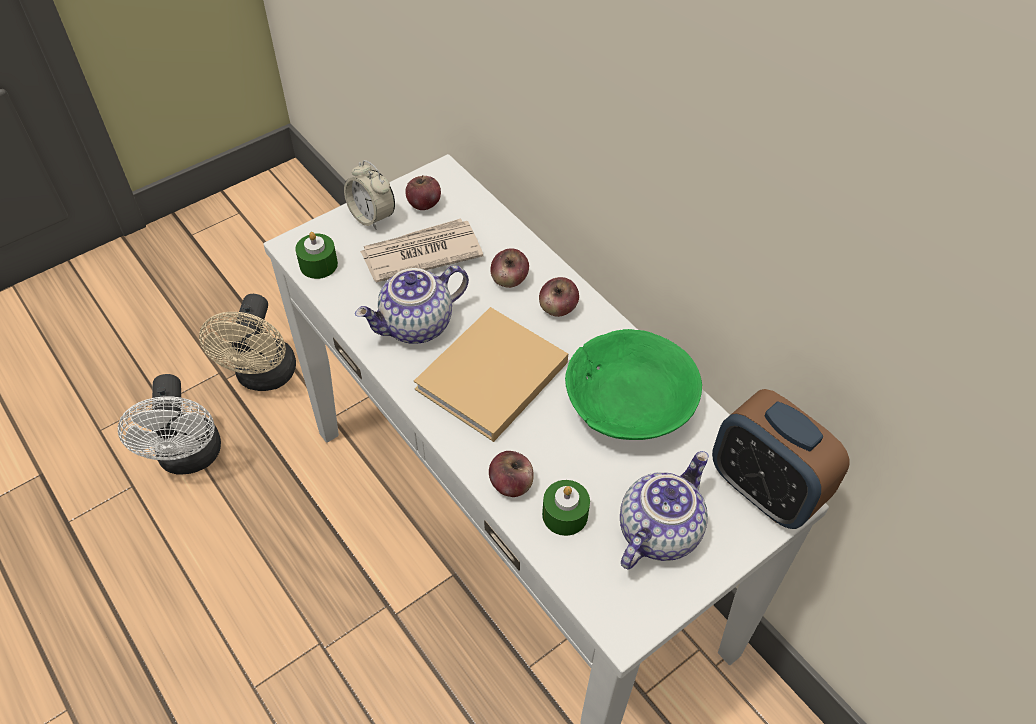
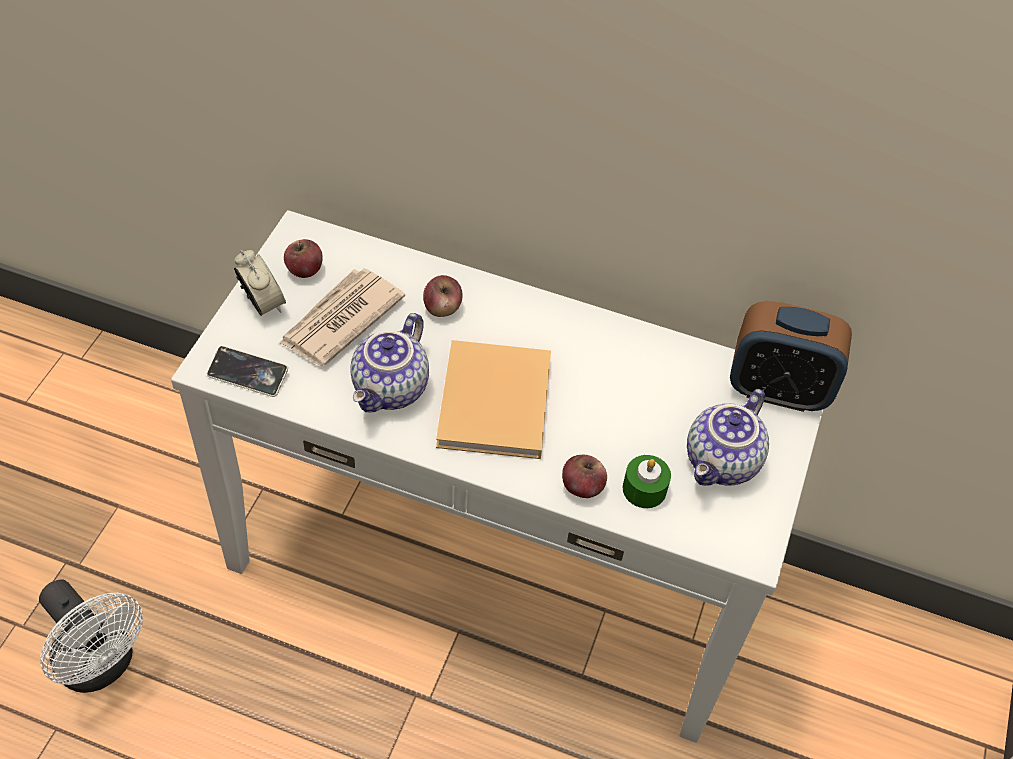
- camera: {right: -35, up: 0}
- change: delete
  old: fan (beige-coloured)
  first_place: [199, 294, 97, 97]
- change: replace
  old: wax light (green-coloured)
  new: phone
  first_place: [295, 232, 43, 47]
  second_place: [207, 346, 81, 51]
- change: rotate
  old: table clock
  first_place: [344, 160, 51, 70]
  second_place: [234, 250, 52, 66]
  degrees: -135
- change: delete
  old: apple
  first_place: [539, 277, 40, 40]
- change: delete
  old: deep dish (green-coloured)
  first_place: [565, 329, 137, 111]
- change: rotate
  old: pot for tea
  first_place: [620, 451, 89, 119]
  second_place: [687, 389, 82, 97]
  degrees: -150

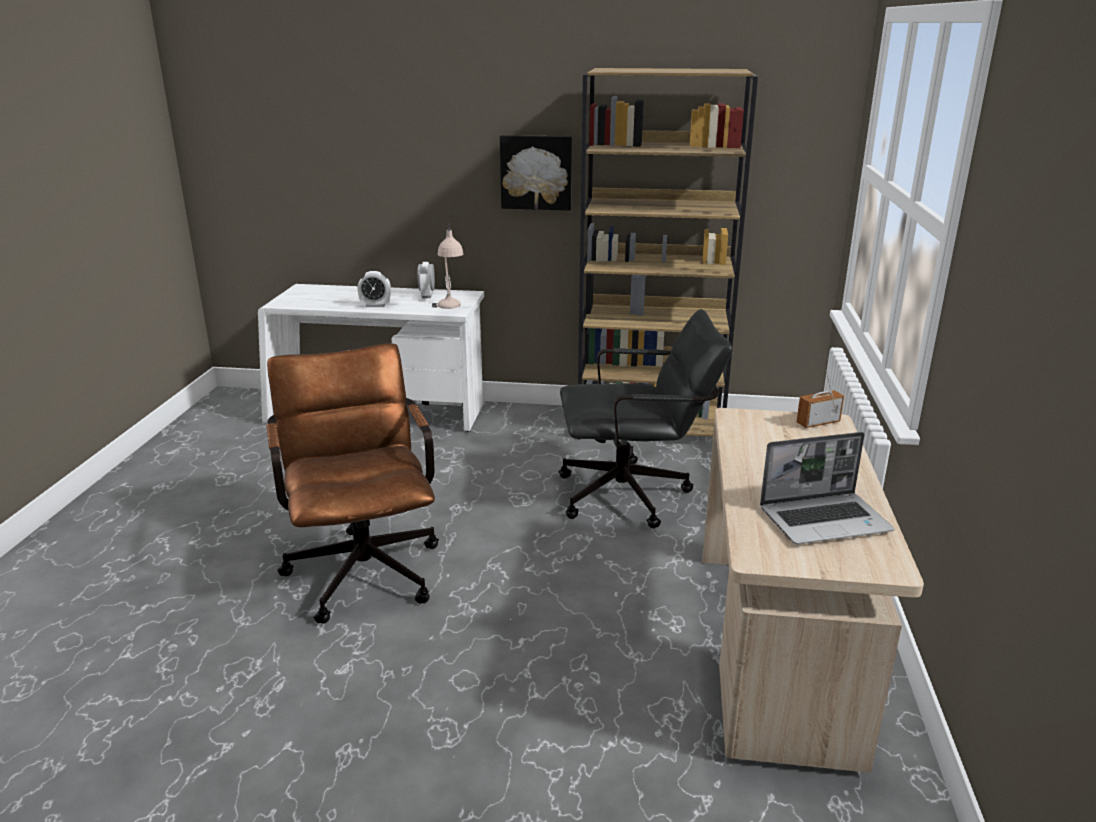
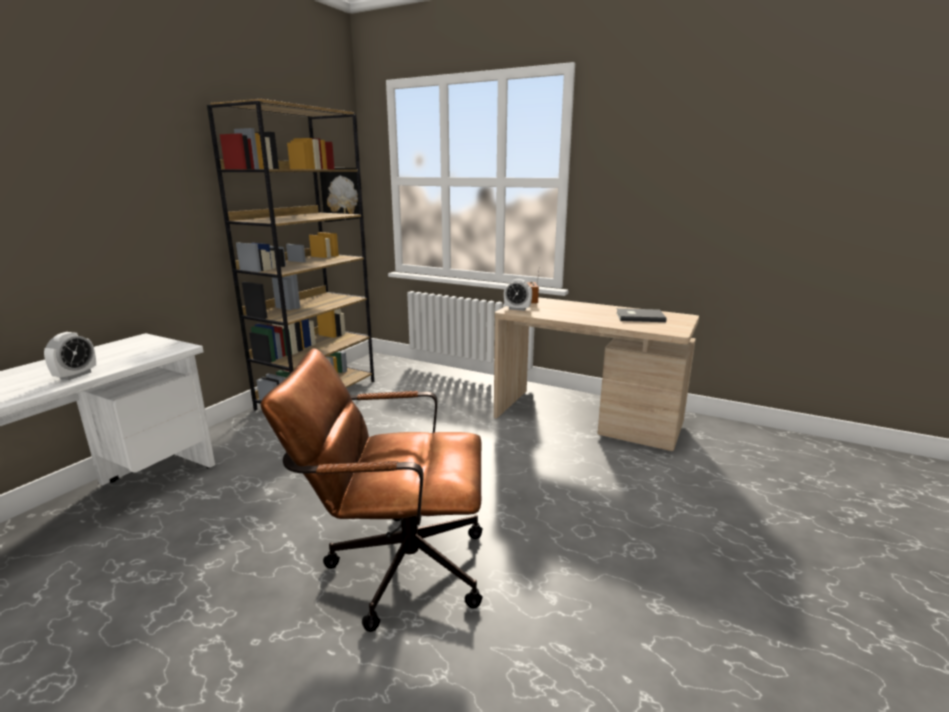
- camera: {right: -70, up: -5}
- change: move
  old: table clock
  first_place: [417, 262, 18, 36]
  second_place: [504, 279, 28, 32]
- change: delete
  old: lamp for a table (beige-coloured)
  first_place: [432, 224, 32, 85]
- change: move
  old: wall picture
  first_place: [500, 135, 72, 75]
  second_place: [320, 168, 40, 54]
- change: delete
  old: desk chair (black)
  first_place: [558, 309, 175, 219]
- change: replace
  old: portable computer
  new: bound book (gray)
  first_place: [760, 432, 134, 112]
  second_place: [616, 308, 51, 14]

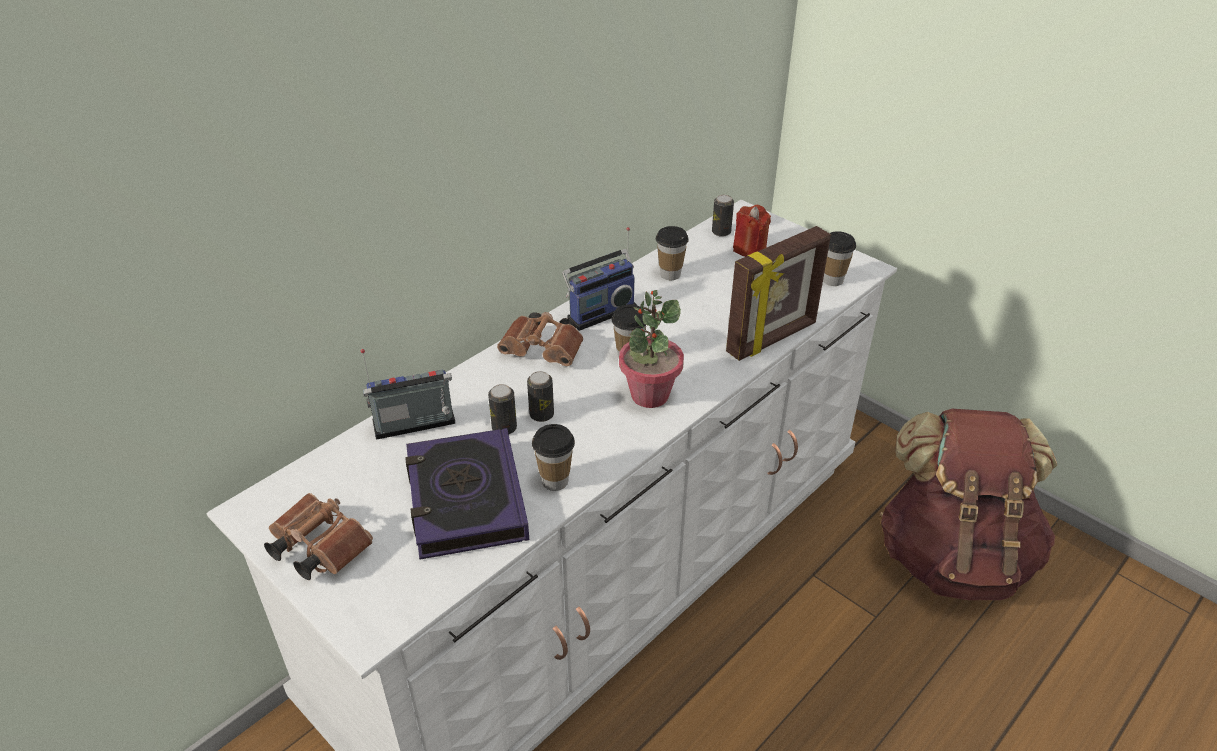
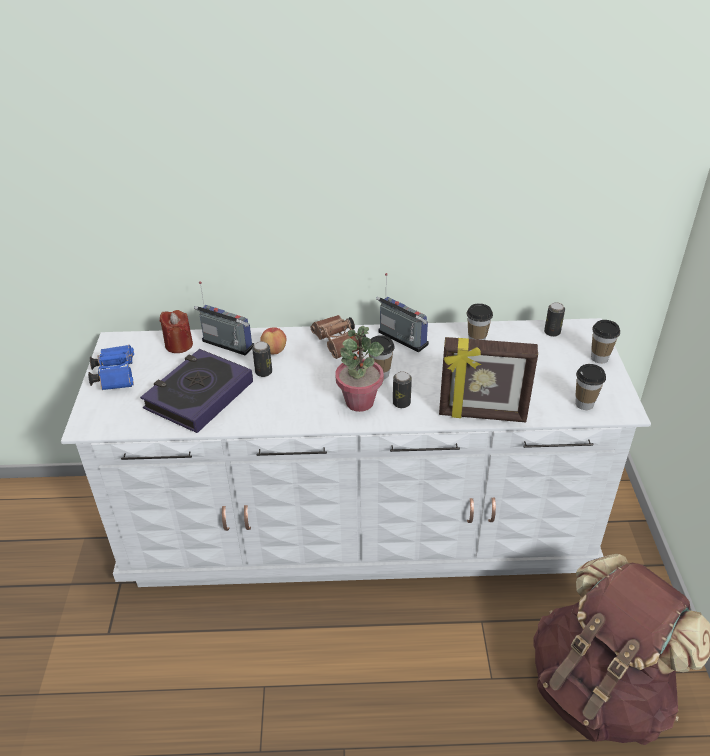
- camera: {right: 45, up: 0}
- change: recolor
  old: pair of binoculars (brown-coloured)
  new: pair of binoculars (blue-coloured)
  first_place: [264, 493, 109, 87]
  second_place: [88, 345, 46, 45]
- change: move
  old: can
  first_place: [527, 371, 27, 51]
  second_place: [393, 371, 19, 37]
- change: move
  old: cup
  first_place: [532, 424, 43, 67]
  second_place: [591, 320, 29, 43]
- change: rotate
  old: radio
  first_place: [562, 227, 75, 104]
  second_place: [376, 273, 53, 80]
  degrees: -150
- change: move
  old: wax light (red)
  first_place: [733, 205, 38, 52]
  second_place: [160, 310, 33, 43]
- change: insert
  new: apple
  second_place: [260, 327, 27, 27]

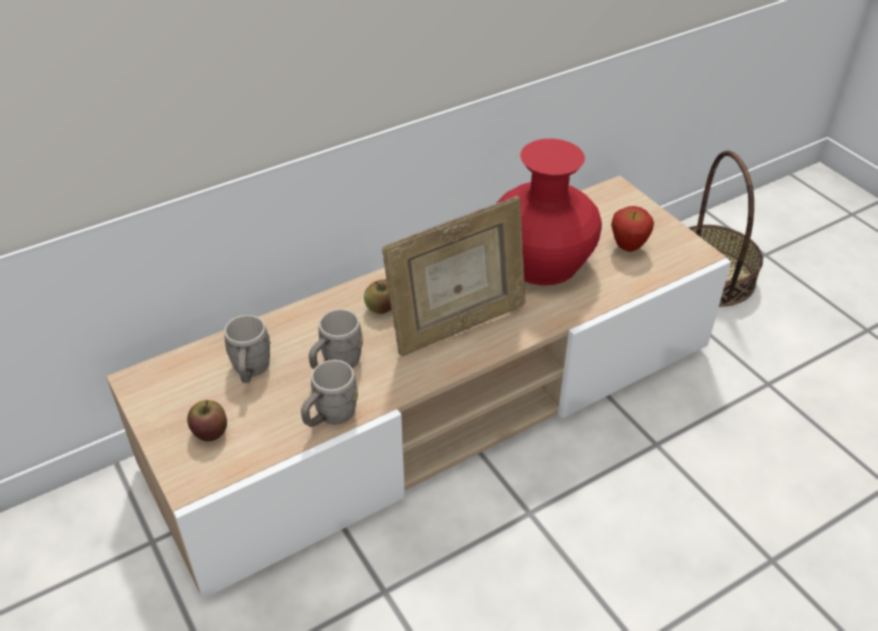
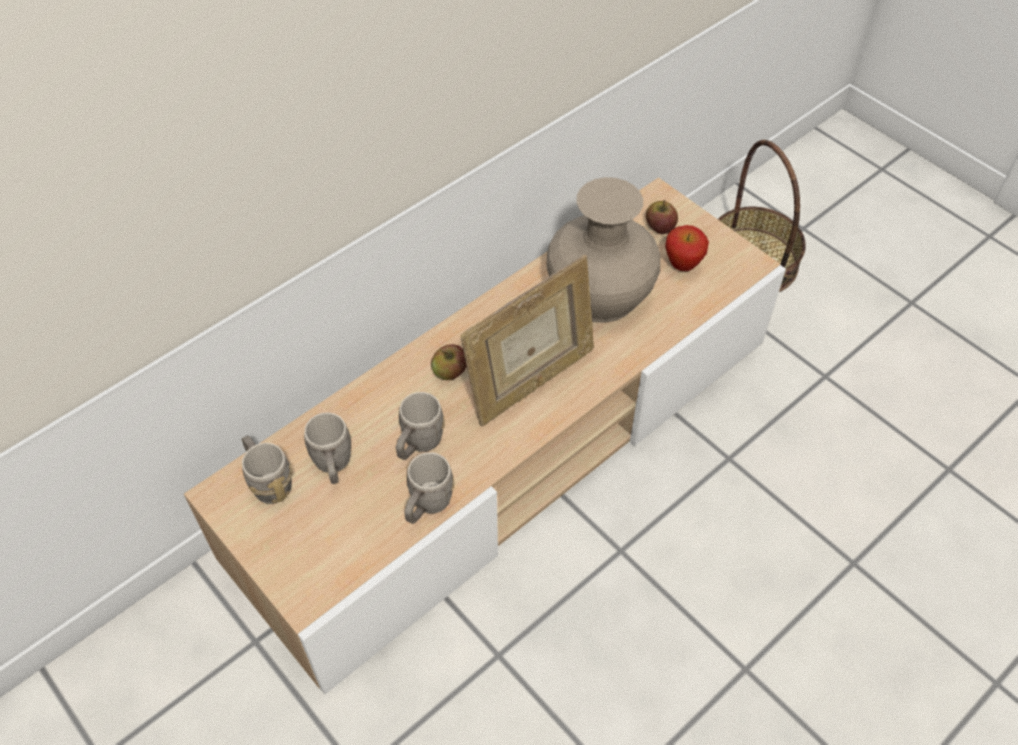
- camera: {right: -10, up: 10}
- change: move
  old: apple
  first_place: [187, 400, 40, 41]
  second_place: [646, 200, 32, 34]
- change: recolor
  old: vase (red)
  new: vase (beige-coloured)
  first_place: [496, 139, 106, 146]
  second_place: [546, 177, 114, 146]
- change: insert
  new: tea mug (gray)
  second_place: [242, 435, 50, 69]

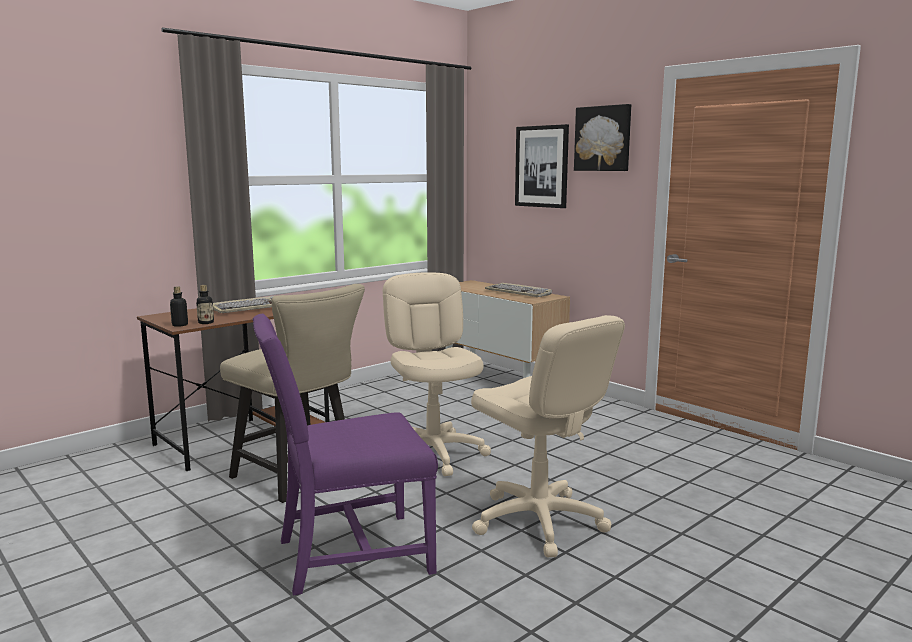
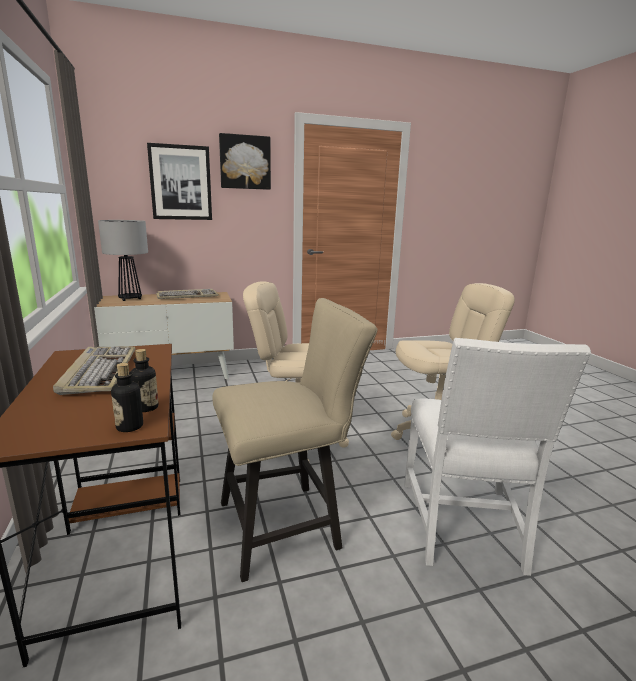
- camera: {right: -65, up: 5}
- change: recolor
  old: upright chair (purple)
  new: upright chair (white)
  first_place: [253, 314, 185, 282]
  second_place: [404, 338, 187, 238]
- change: insert
  new: lamp for a table
  second_place: [98, 220, 50, 81]

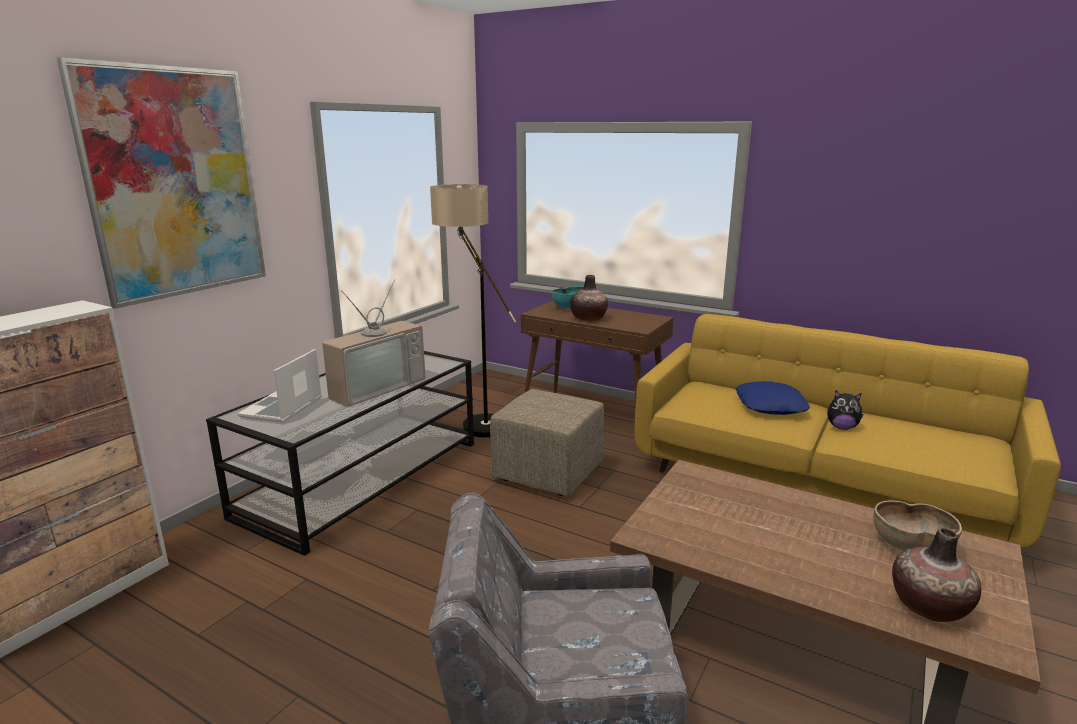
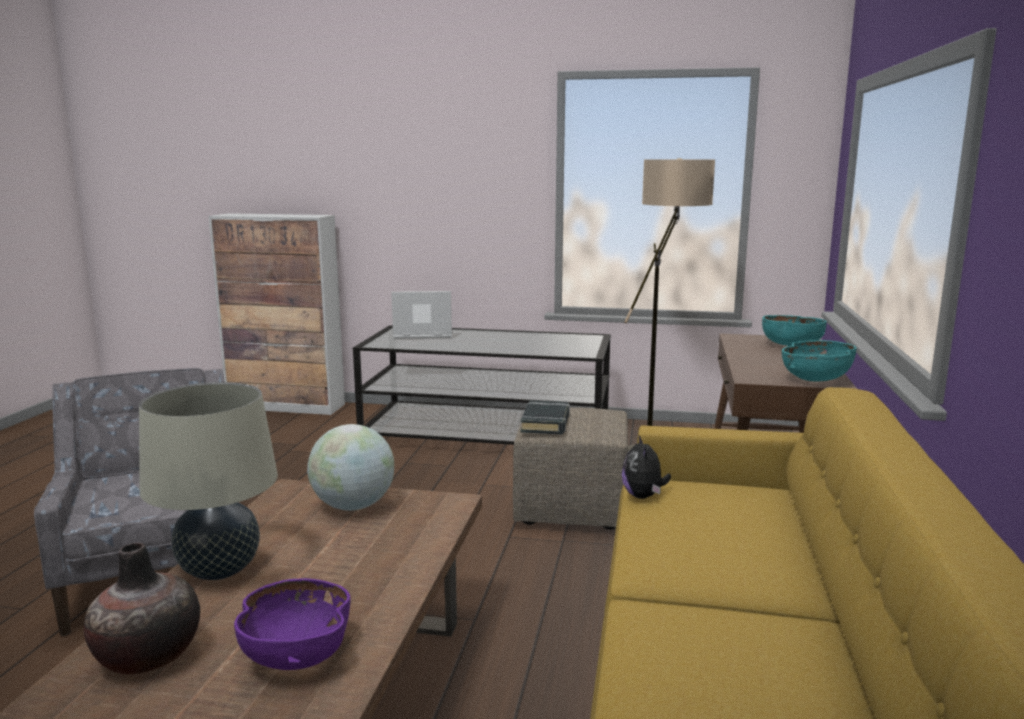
- camera: {right: 70, up: -5}
- change: delete
  old: wall picture
  first_place: [57, 57, 209, 252]
- change: delete
  old: television
  first_place: [322, 279, 104, 128]
- change: delete
  old: vase
  first_place: [570, 275, 38, 46]
- change: delete
  old: throw pillow (blue-coloured)
  first_place: [736, 381, 74, 34]
- change: move
  old: cuddly toy
  first_place: [827, 390, 37, 40]
  second_place: [622, 435, 49, 64]
- change: recolor
  old: deep dish (brown-coloured)
  new: deep dish (purple)
  first_place: [873, 500, 89, 51]
  second_place: [234, 578, 116, 92]
- change: insert
  new: lamp for a table (beige-coloured)
  second_place: [139, 382, 139, 198]
- change: insert
  new: desk globe
  second_place: [307, 424, 87, 87]
- change: insert
  new: bound book (black)
  second_place: [521, 400, 49, 34]
- change: insert
  new: deep dish (turquoise-coloured)
  second_place: [782, 340, 75, 42]

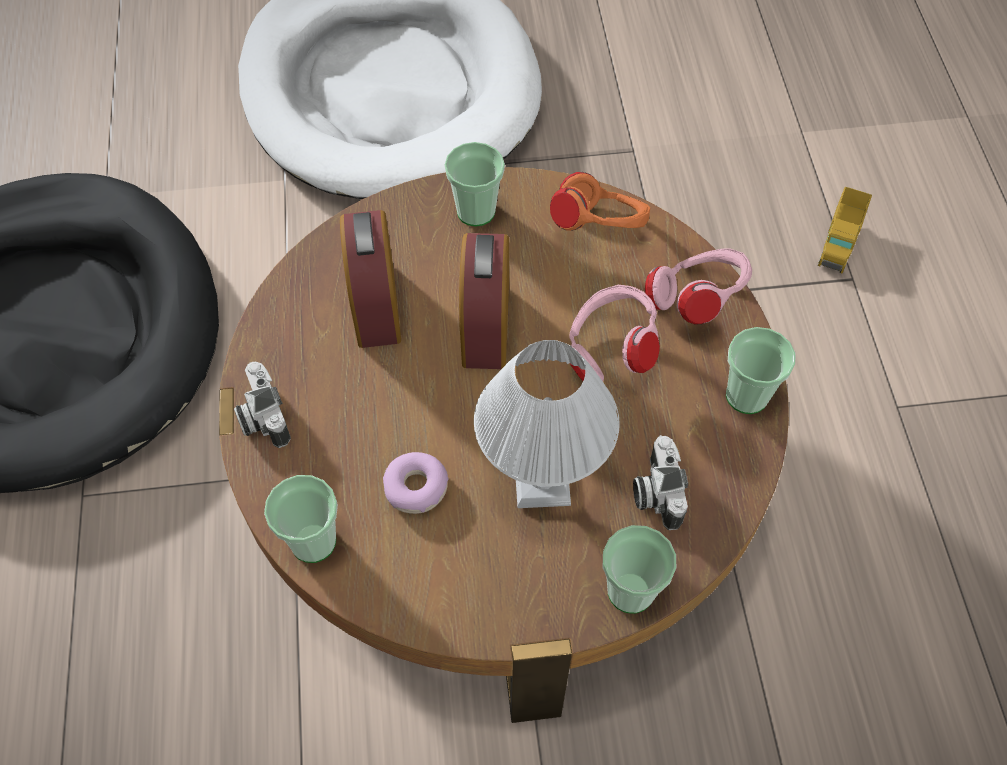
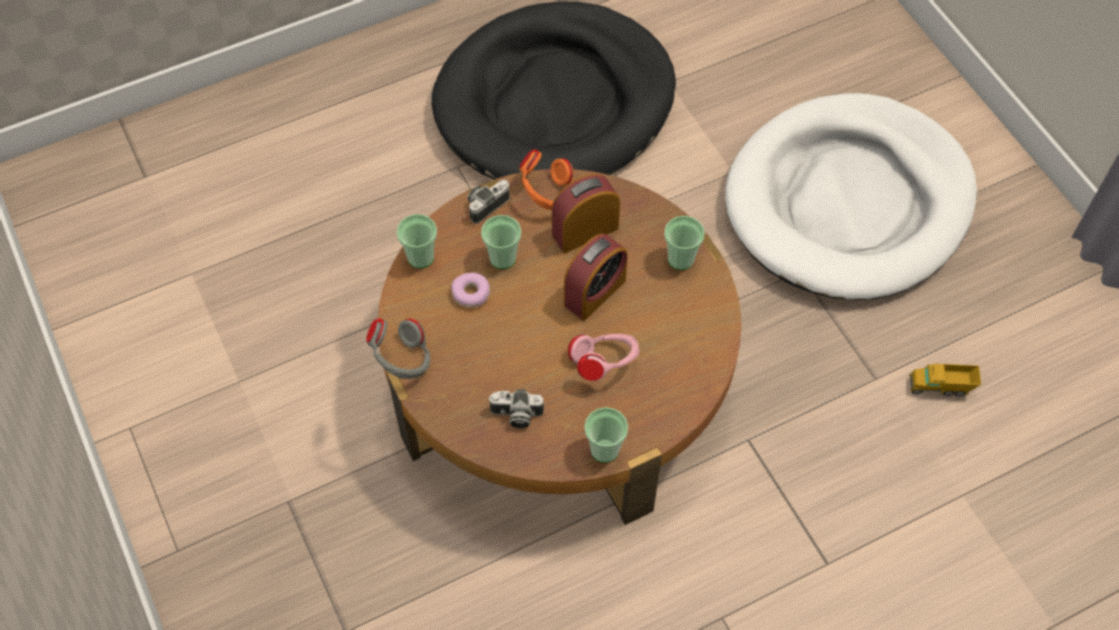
- camera: {right: 70, up: 0}
- change: rotate
  old: table clock
  first_place: [459, 233, 50, 136]
  second_place: [564, 234, 64, 87]
  degrees: 150
- change: delete
  old: lamp for a table (white)
  first_place: [474, 340, 146, 168]
- change: move
  old: headphones (orange-coloured)
  first_place: [550, 172, 100, 59]
  second_place: [519, 150, 55, 60]
- change: move
  old: cup
  first_place: [603, 525, 73, 89]
  second_place: [481, 215, 40, 54]
- change: rotate
  old: photo camera
  first_place: [633, 435, 55, 95]
  second_place: [488, 389, 56, 39]
  degrees: -150
- change: delete
  old: headphones (pinkish)
  first_place: [645, 249, 107, 75]
- change: move
  old: model truck
  first_place: [818, 187, 54, 87]
  second_place: [909, 364, 72, 32]
- change: insert
  new: headphones (gray)
  second_place: [366, 318, 64, 61]

